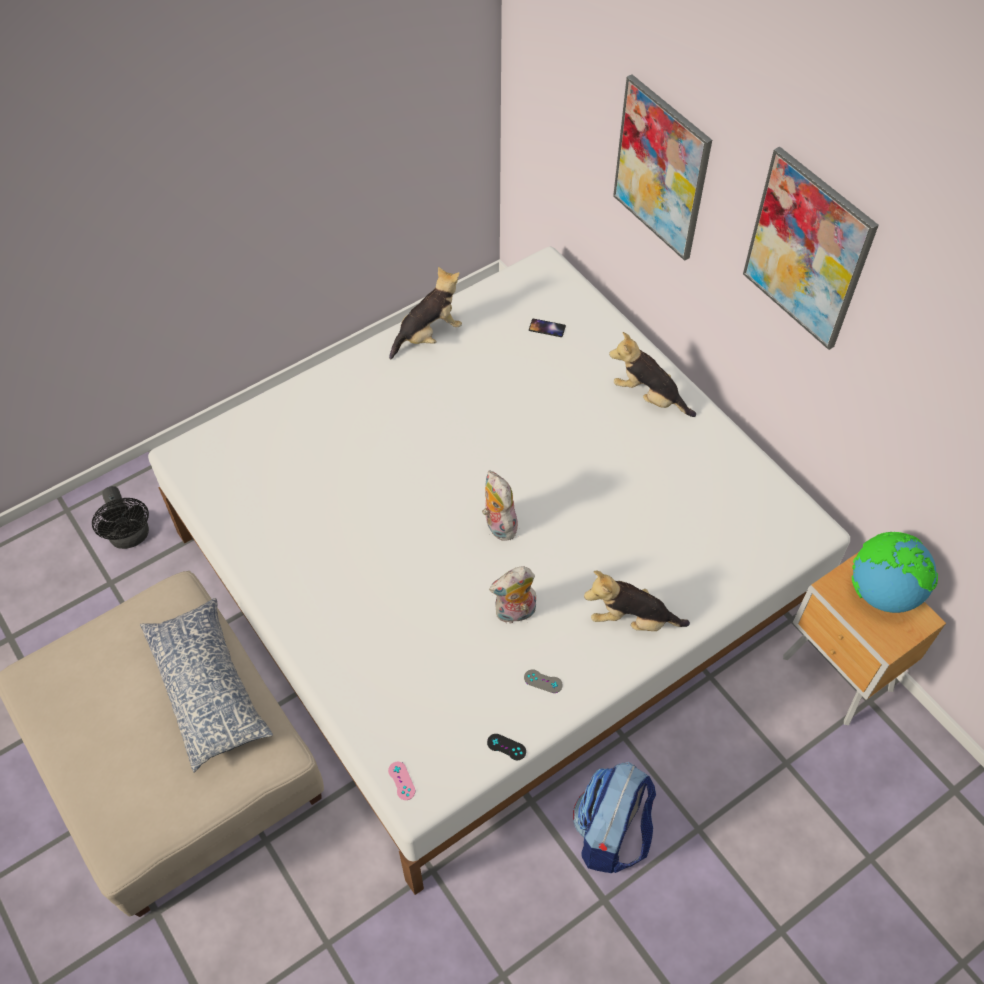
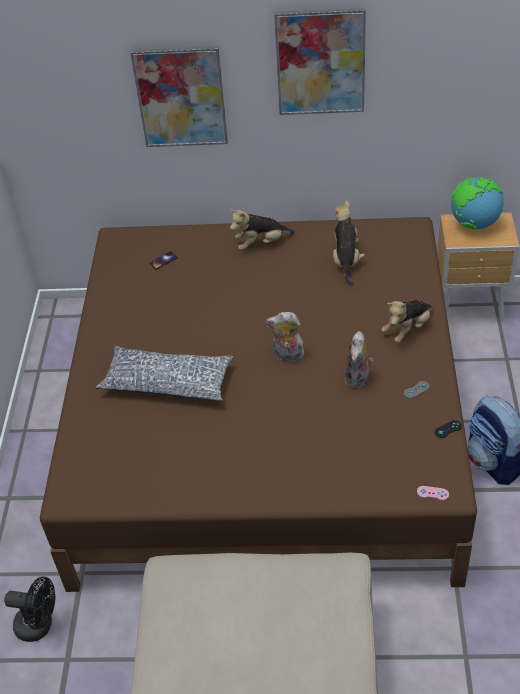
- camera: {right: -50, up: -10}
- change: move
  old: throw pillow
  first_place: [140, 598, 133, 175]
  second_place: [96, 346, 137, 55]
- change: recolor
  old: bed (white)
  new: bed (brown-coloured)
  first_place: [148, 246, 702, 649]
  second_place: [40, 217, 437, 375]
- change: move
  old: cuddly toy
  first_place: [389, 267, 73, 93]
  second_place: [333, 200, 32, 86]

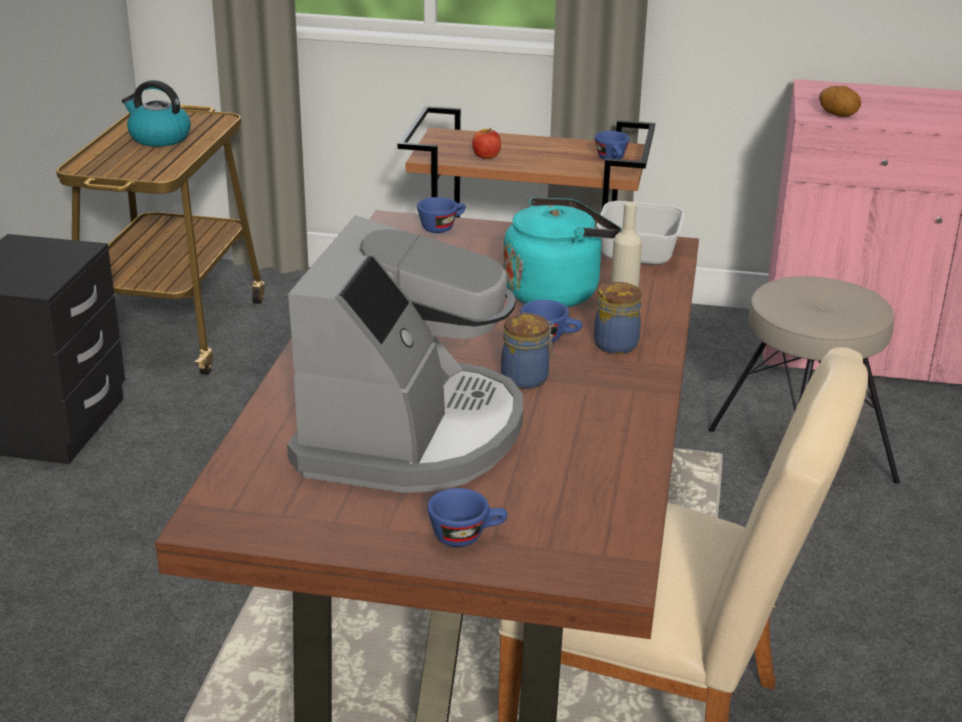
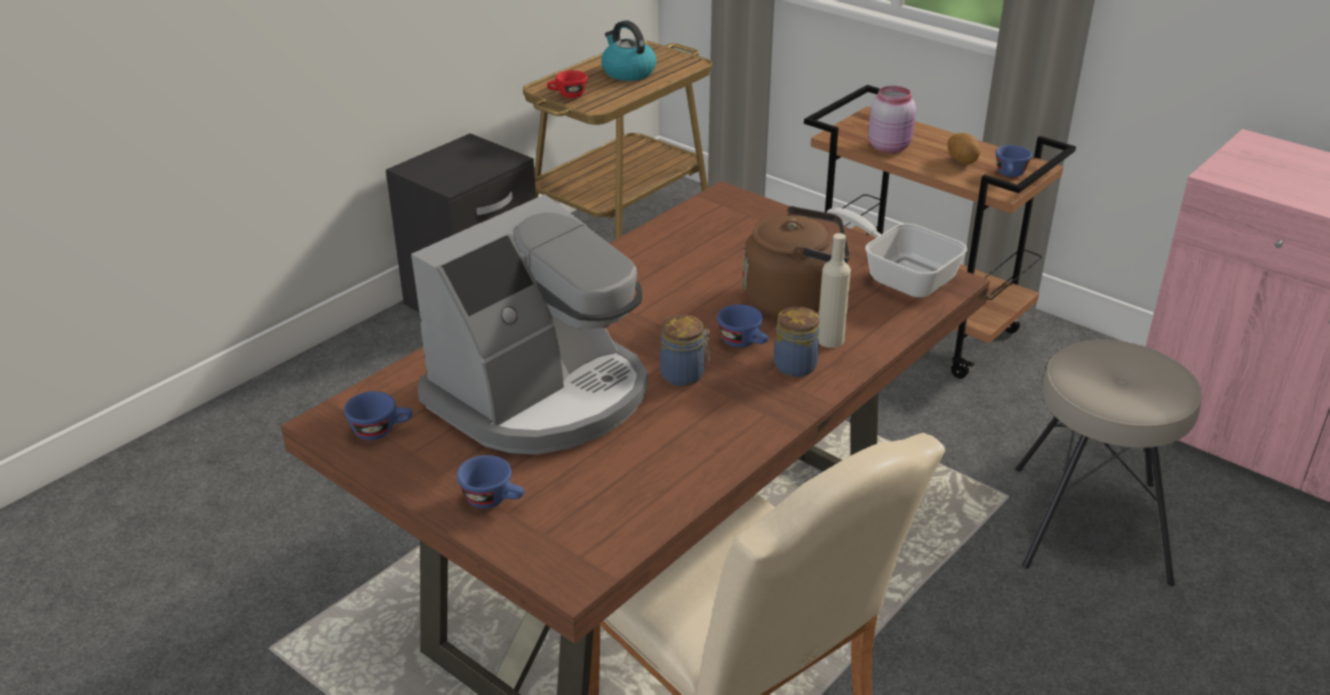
- camera: {right: 30, up: 5}
- change: move
  old: cup (blue-coloured)
  first_place: [417, 197, 49, 36]
  second_place: [344, 391, 69, 49]
- change: replace
  old: apple
  new: preserve jar (pinkish)
  first_place: [472, 128, 29, 31]
  second_place: [868, 86, 48, 67]
- change: recolor
  old: water kettle (turquoise-coloured)
  new: water kettle (brown-coloured)
  first_place: [503, 197, 119, 110]
  second_place: [743, 206, 107, 110]
- change: move
  old: whole potato
  first_place: [819, 86, 42, 31]
  second_place: [948, 133, 32, 31]
- change: insert
  new: cup (red)
  second_place: [547, 70, 40, 28]

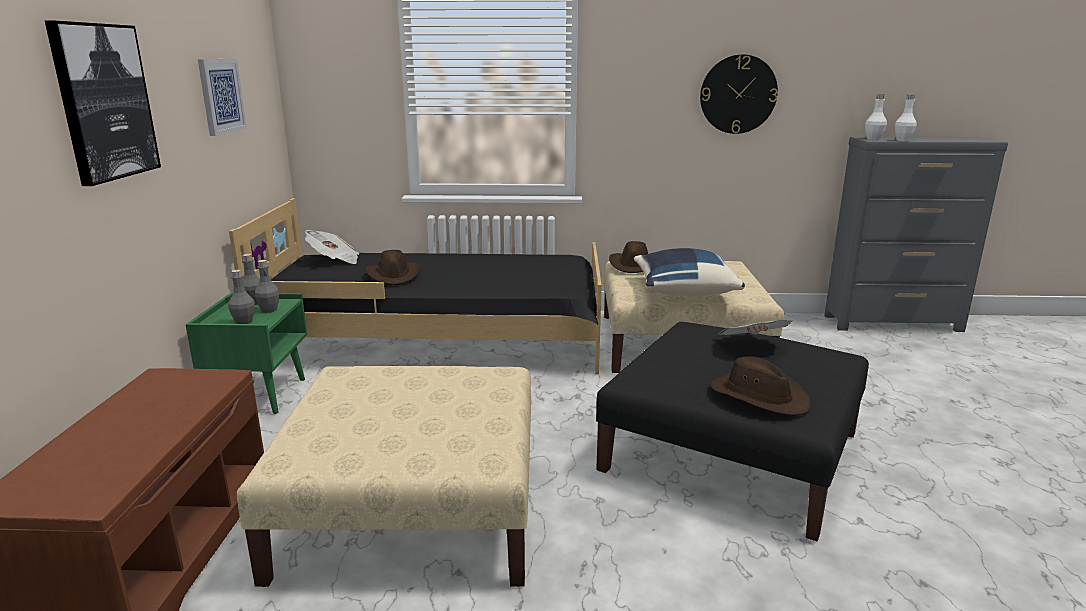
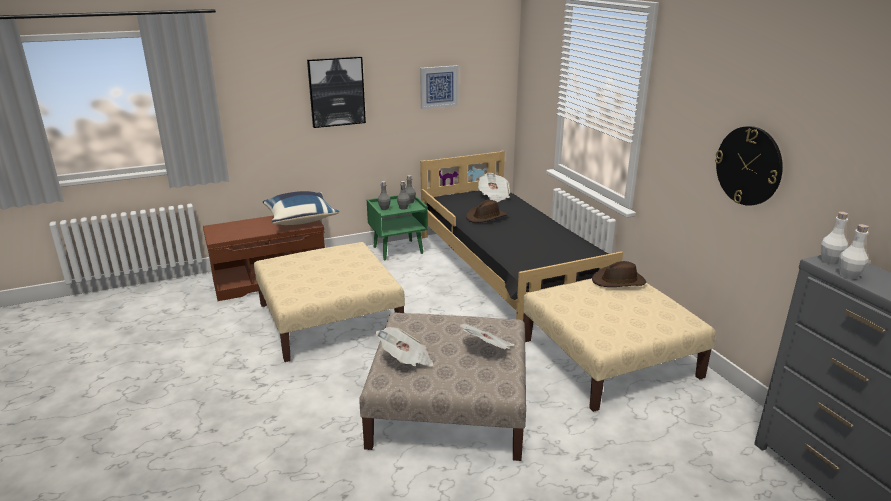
- camera: {right: 65, up: 5}
- change: recolor
  old: pouffe (black)
  new: pouffe (beige-coloured)
  first_place: [596, 322, 273, 219]
  second_place: [360, 312, 166, 149]
- change: move
  old: throw pillow (blue-coloured)
  first_place: [634, 248, 111, 48]
  second_place: [262, 191, 77, 34]
- change: replace
  old: clothing hat (brown-coloured)
  new: newspaper
  first_place: [710, 356, 102, 60]
  second_place: [376, 327, 57, 39]

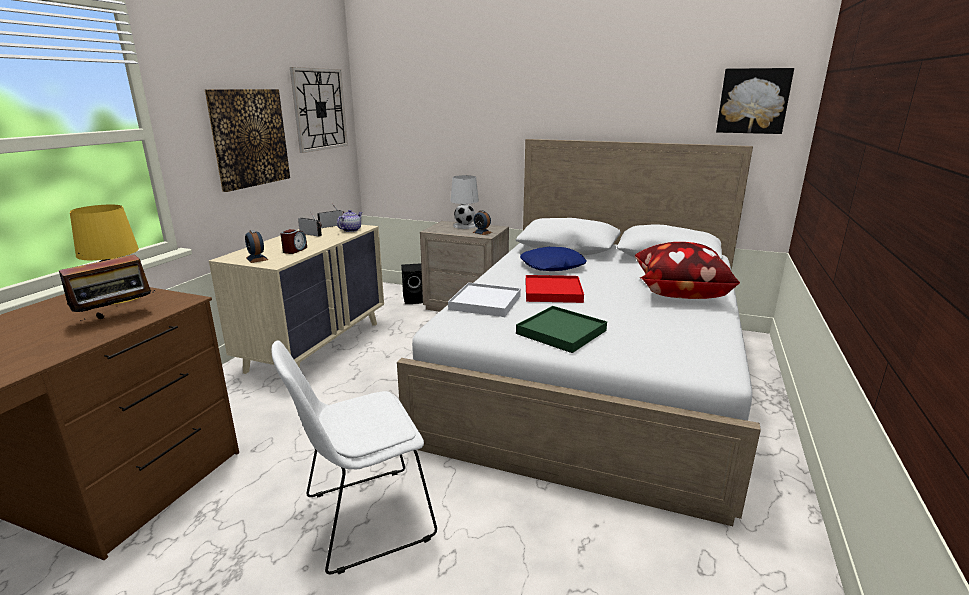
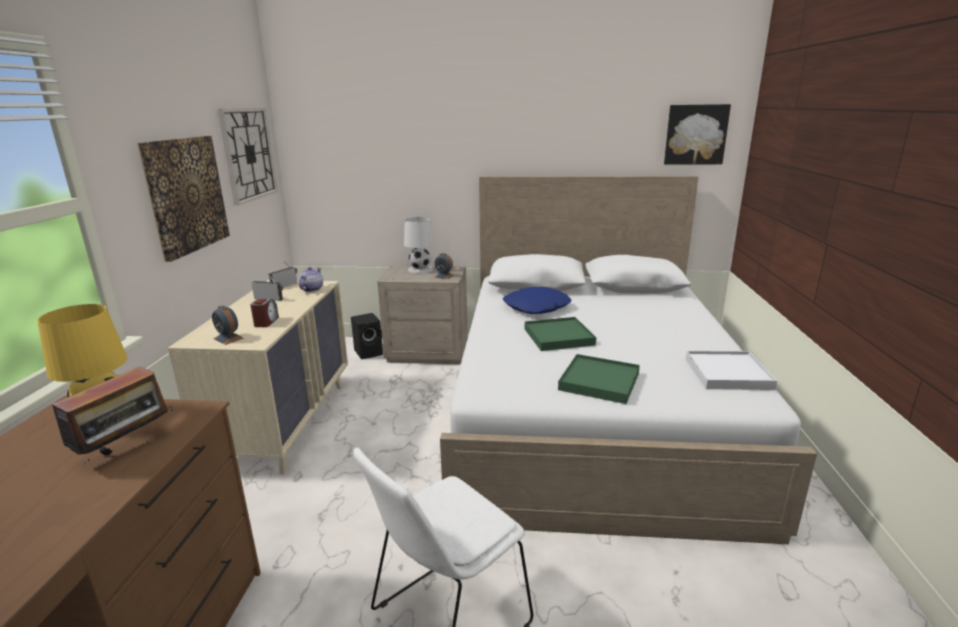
- camera: {right: -15, up: 0}
- change: move
  old: tray (white)
  first_place: [448, 282, 73, 35]
  second_place: [686, 351, 91, 39]
- change: recolor
  old: tray (red)
  new: tray (green-coloured)
  first_place: [526, 275, 58, 28]
  second_place: [525, 317, 71, 34]
- change: delete
  old: throw pillow
  first_place: [635, 242, 105, 57]

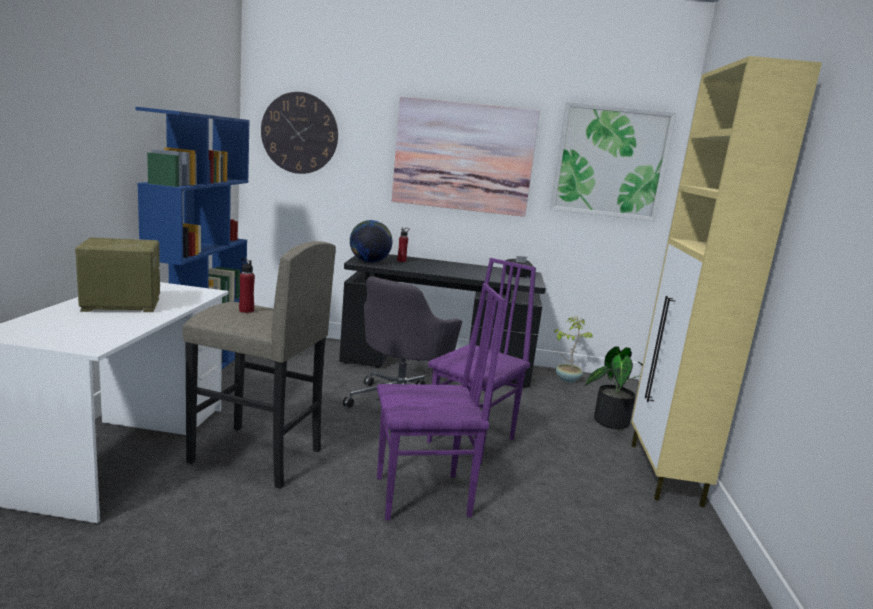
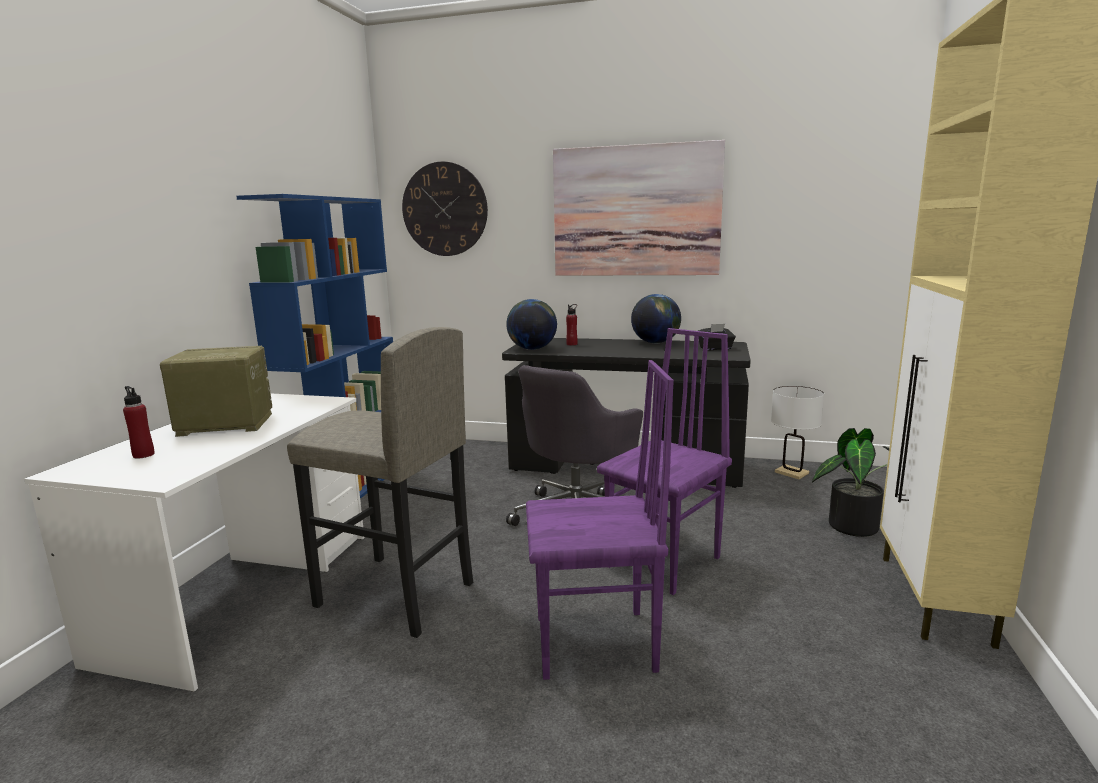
- camera: {right: 10, up: 0}
- change: move
  old: beverage bottle (red)
  first_place: [239, 258, 16, 55]
  second_place: [123, 386, 32, 73]
- change: delete
  old: wall picture
  first_place: [550, 102, 126, 119]
- change: replace
  old: houseplant
  new: lamp for a table (white)
  first_place: [554, 316, 38, 67]
  second_place: [771, 386, 53, 93]
- change: insert
  new: desk globe
  second_place: [631, 294, 50, 49]

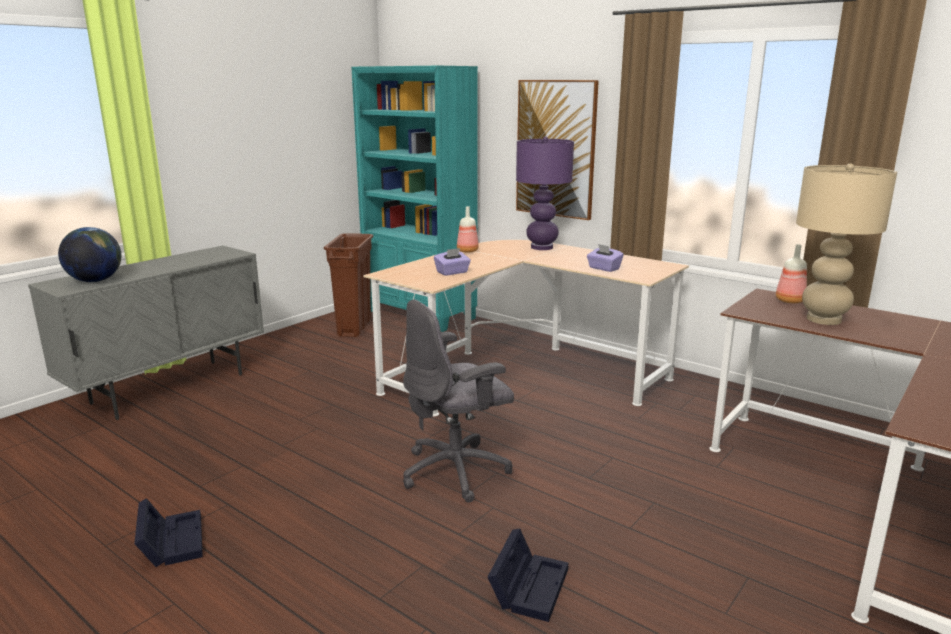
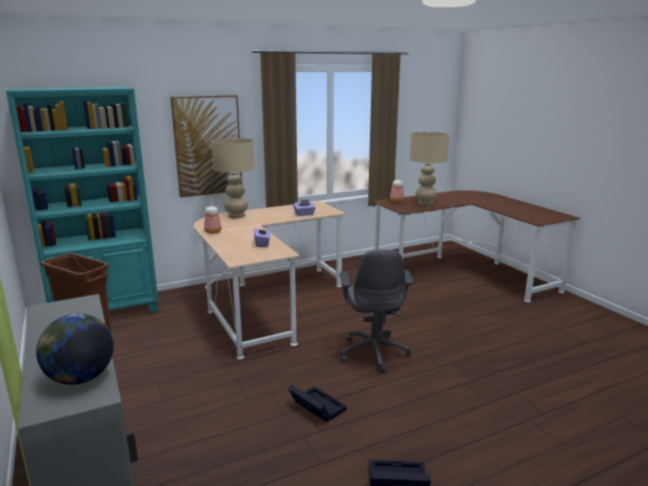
- camera: {right: -65, up: 0}
- change: move
  old: storage bin (black)
  first_place: [488, 528, 80, 94]
  second_place: [288, 385, 59, 37]
- change: recolor
  old: lamp for a table (purple)
  new: lamp for a table (beige-coloured)
  first_place: [516, 137, 58, 113]
  second_place: [211, 137, 43, 81]

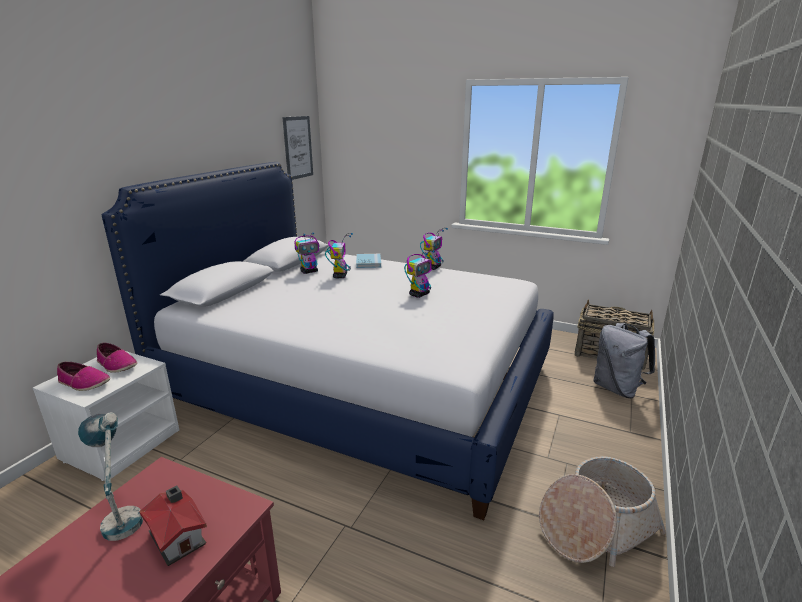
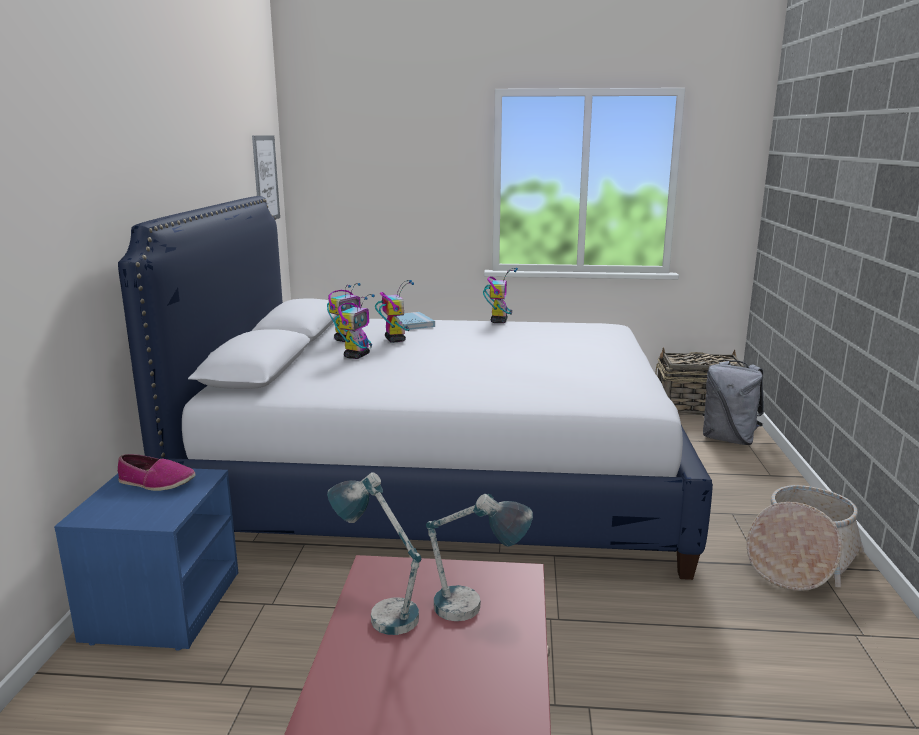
- camera: {right: -20, up: -5}
- change: recolor
  old: nightstand (white)
  new: nightstand (blue-coloured)
  first_place: [33, 351, 146, 130]
  second_place: [54, 468, 184, 183]
- change: delete
  old: shoe
  first_place: [57, 362, 53, 29]
- change: replace
  old: model house
  new: lamp for a table
  first_place: [139, 486, 68, 80]
  second_place: [426, 494, 107, 127]
- change: move
  old: robot figure
  first_place: [404, 250, 31, 48]
  second_place: [334, 294, 41, 65]

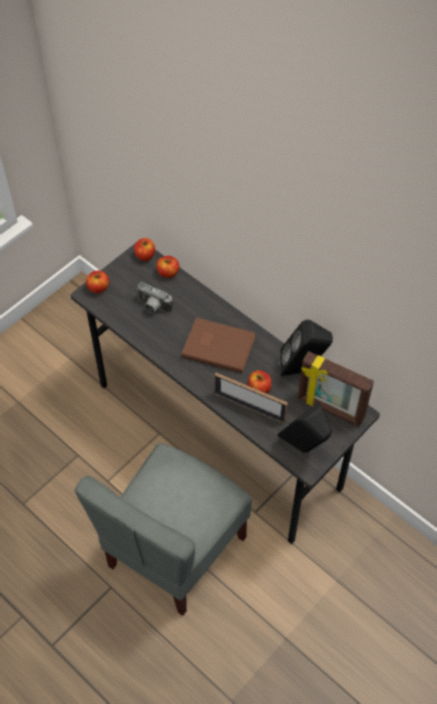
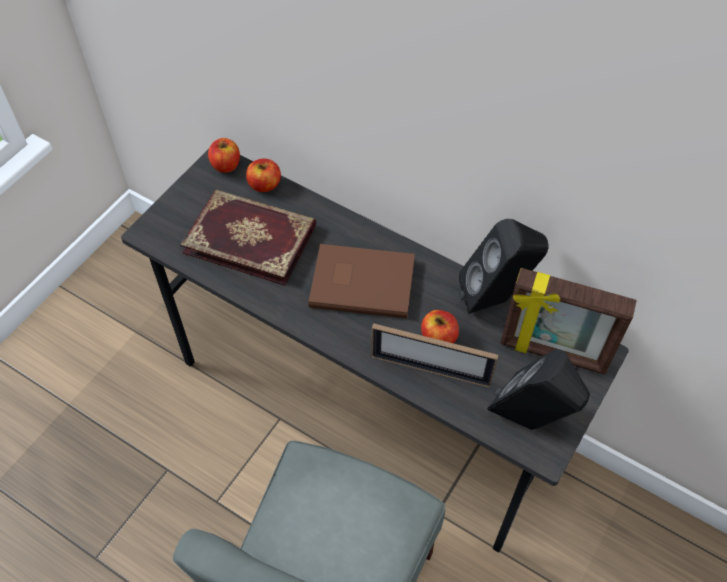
- camera: {right: -10, up: 0}
- change: delete
  old: apple
  first_place: [86, 271, 23, 22]
- change: replace
  old: photo camera
  new: bound book
  first_place: [137, 282, 35, 31]
  second_place: [180, 189, 136, 97]

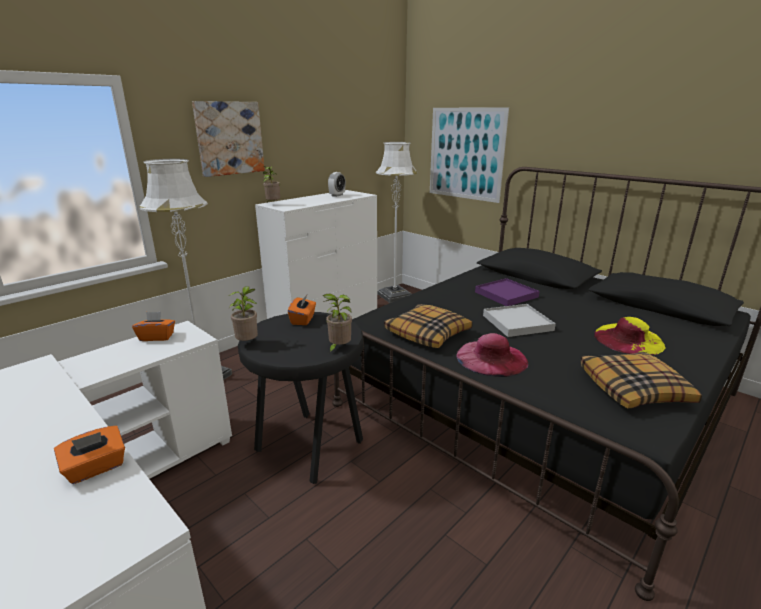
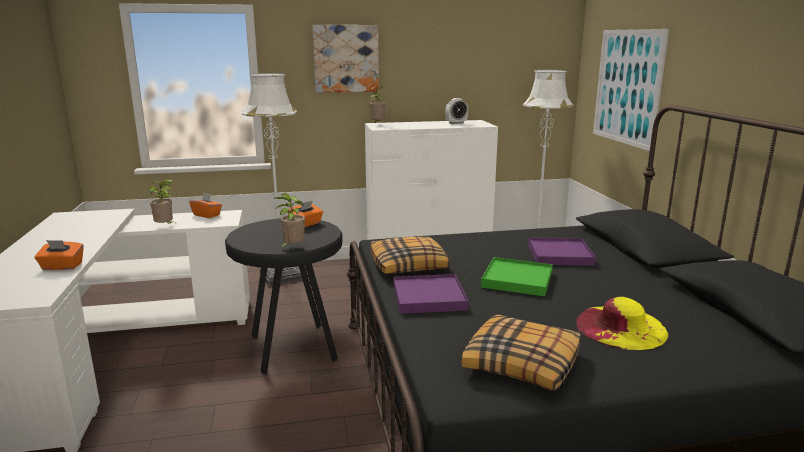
- camera: {right: 35, up: -5}
- change: move
  old: houseplant
  first_place: [228, 286, 30, 55]
  second_place: [148, 180, 27, 43]
- change: replace
  old: clothing hat (pinkish)
  new: tray (purple)
  first_place: [456, 333, 72, 44]
  second_place: [393, 274, 76, 40]
- change: recolor
  old: tray (white)
  new: tray (green-coloured)
  first_place: [483, 304, 73, 33]
  second_place: [481, 257, 72, 39]

